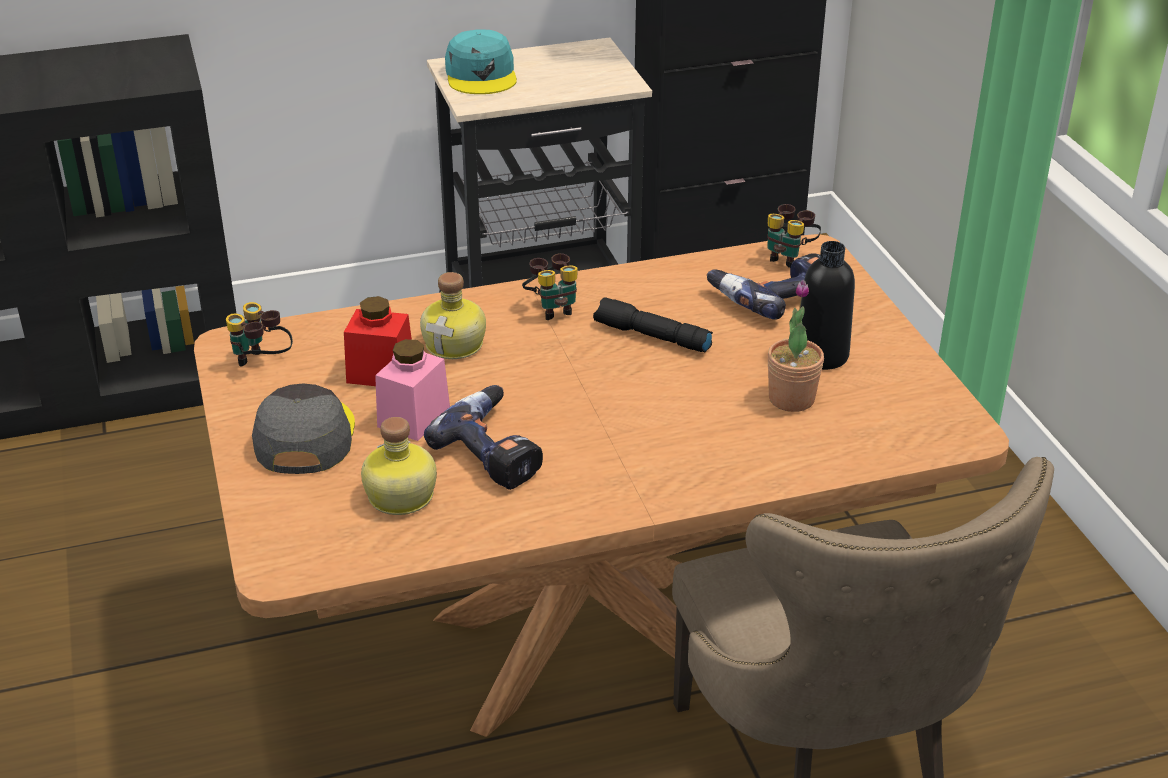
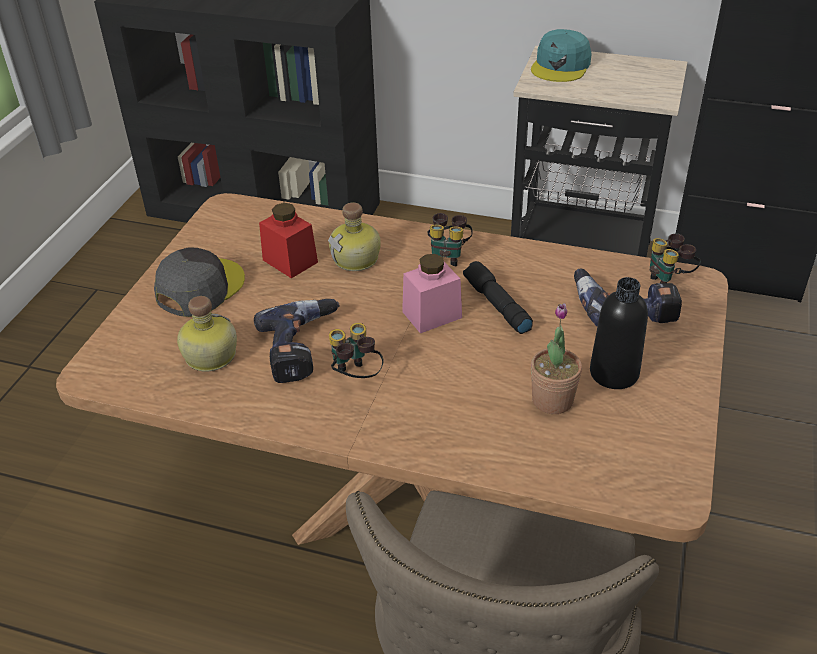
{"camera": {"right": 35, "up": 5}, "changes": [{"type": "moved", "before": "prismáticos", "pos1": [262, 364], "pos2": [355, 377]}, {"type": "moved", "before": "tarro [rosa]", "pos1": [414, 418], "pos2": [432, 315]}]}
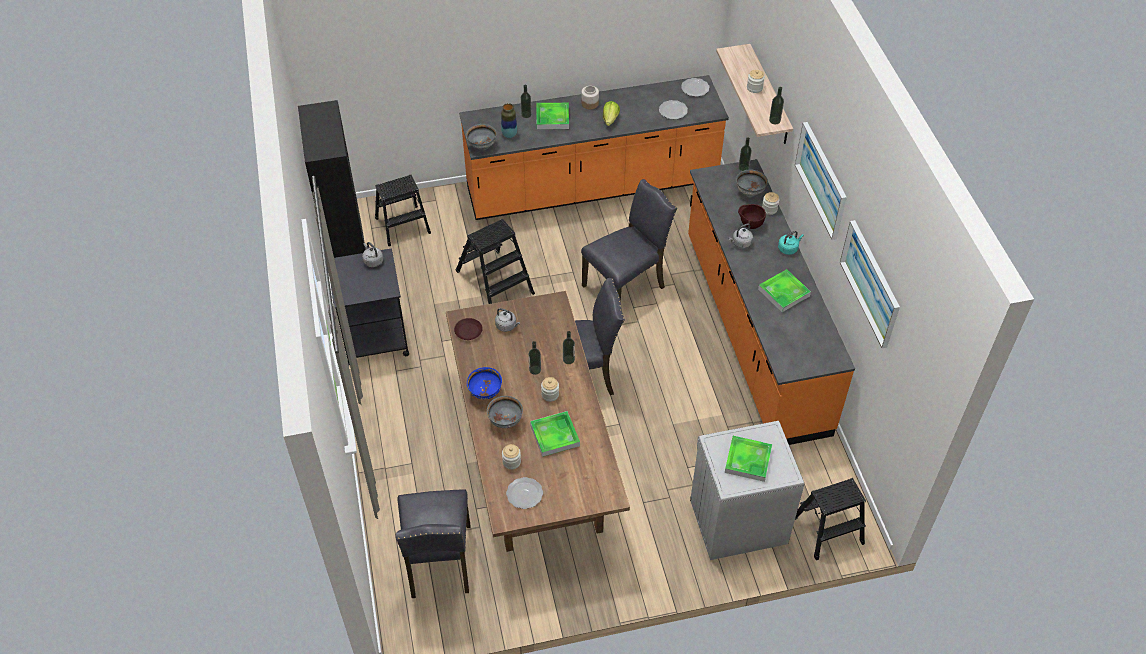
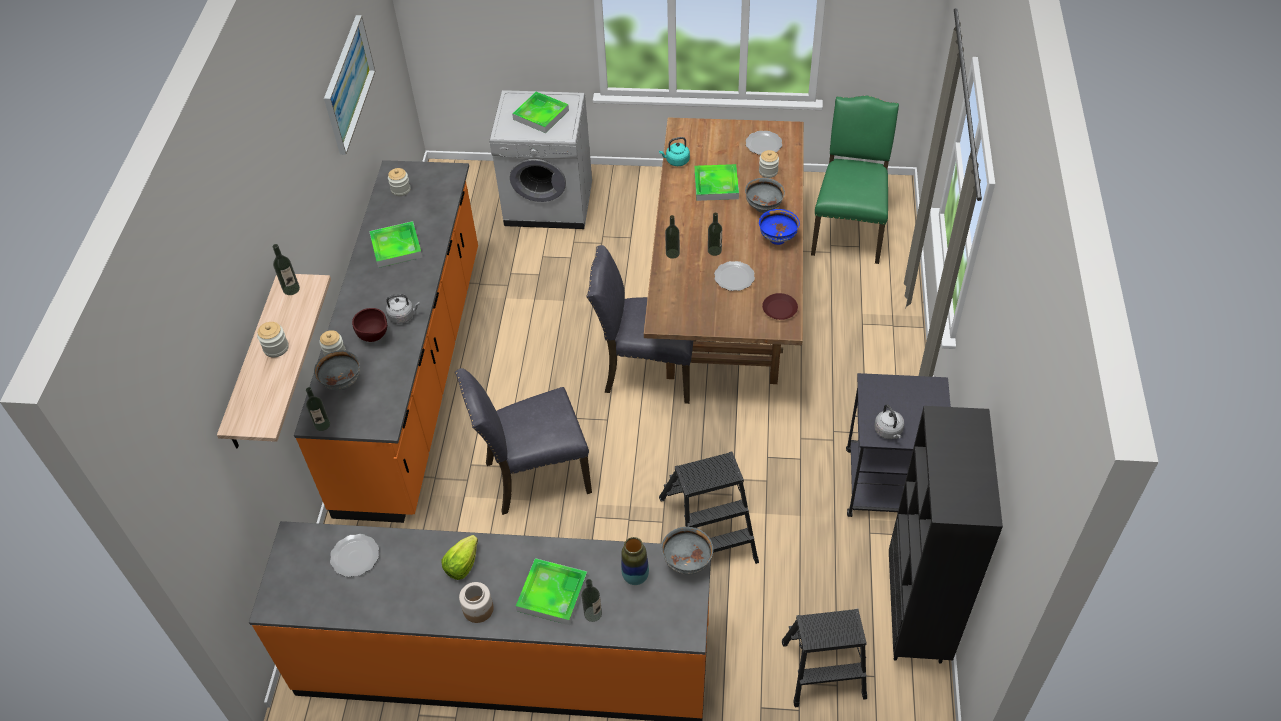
{"camera": {"right": -160, "up": 0}, "changes": [{"type": "moved", "before": "tarro", "pos1": [550, 394], "pos2": [401, 190]}, {"type": "moved", "before": "hervidor [turquesa]", "pos1": [788, 248], "pos2": [676, 161]}, {"type": "moved", "before": "plato", "pos1": [695, 88], "pos2": [733, 277]}, {"type": "recoloured", "before": "silla [gris]", "after": "silla [verde]", "pos1": [439, 563], "pos2": [849, 230]}, {"type": "removed", "before": "hervidor [gris]", "pos1": [507, 326]}, {"type": "removed", "before": "cuadro", "pos1": [821, 180]}, {"type": "removed", "before": "escalera de tijera [negro]", "pos1": [828, 529]}]}
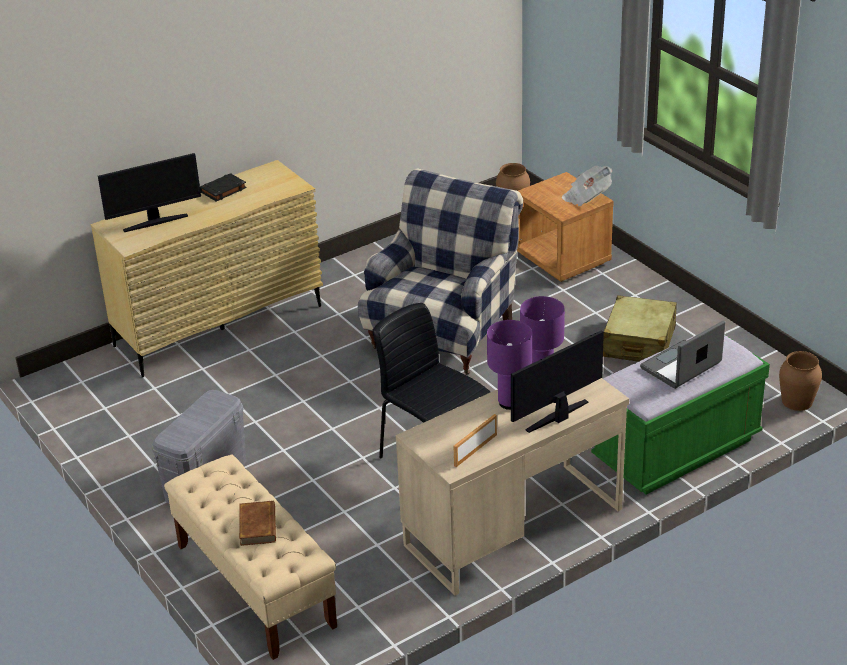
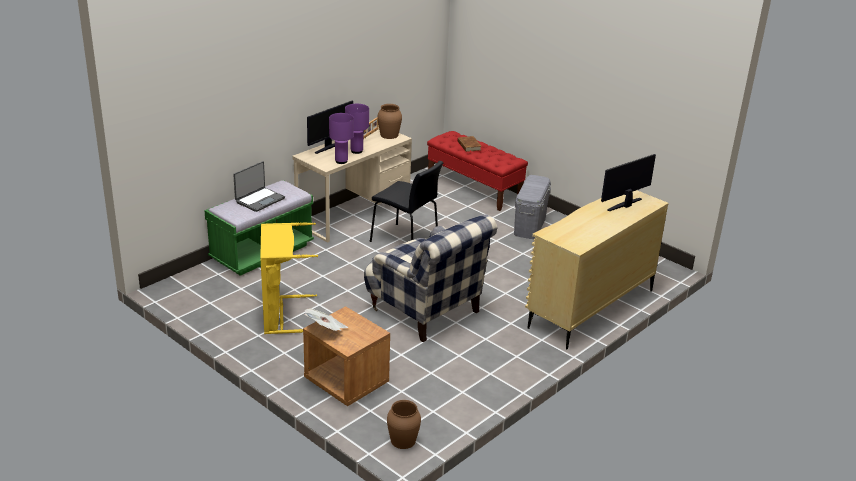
{"camera": {"right": 165, "up": -5}, "changes": [{"type": "replaced", "before": "maleta [beis]", "after": "cesto de la ropa [amarillo]", "pos1": [639, 342], "pos2": [282, 315]}, {"type": "turned", "before": "sillón", "pos1": [443, 336], "pos2": [426, 311], "turn": -60}, {"type": "moved", "before": "florero [marrón]", "pos1": [797, 401], "pos2": [389, 135]}, {"type": "recoloured", "before": "banco [beis]", "after": "banco [rojo]", "pos1": [254, 585], "pos2": [474, 188]}, {"type": "removed", "before": "libro [negro]", "pos1": [223, 190]}]}
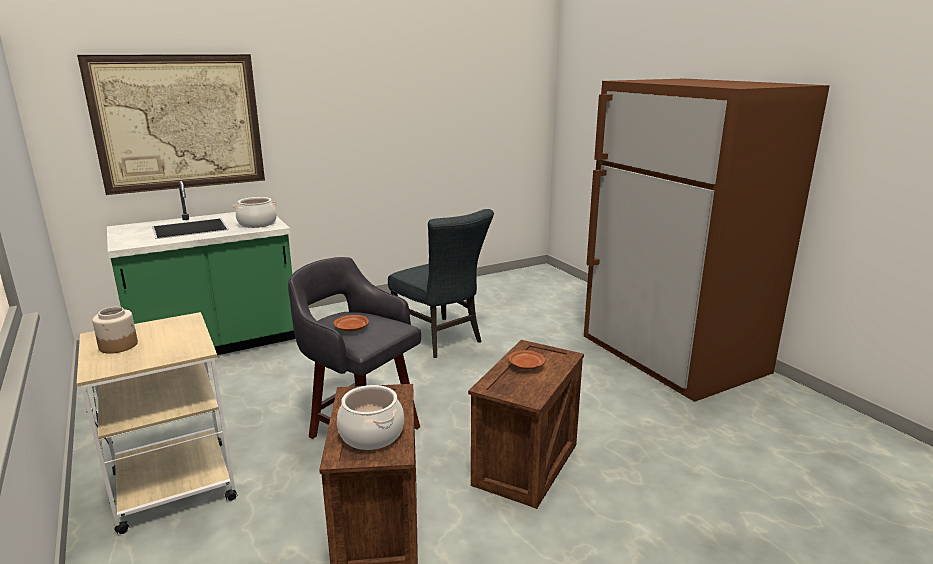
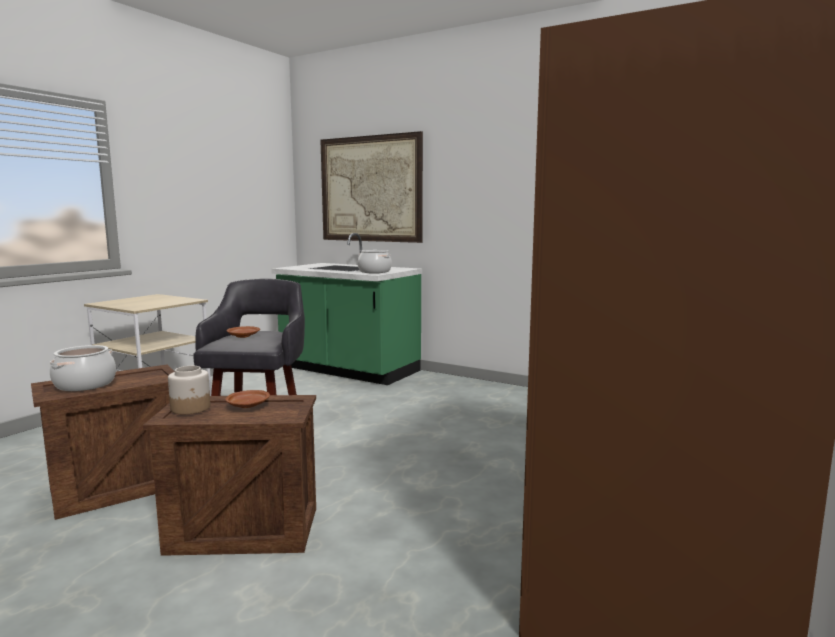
{"camera": {"right": 60, "up": -10}, "changes": [{"type": "moved", "before": "tarro", "pos1": [119, 345], "pos2": [191, 408]}, {"type": "removed", "before": "silla [gris]", "pos1": [441, 339]}]}
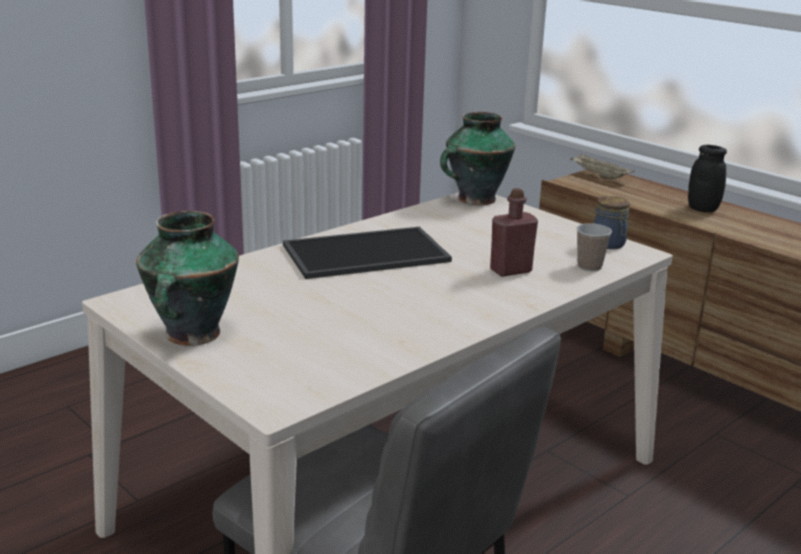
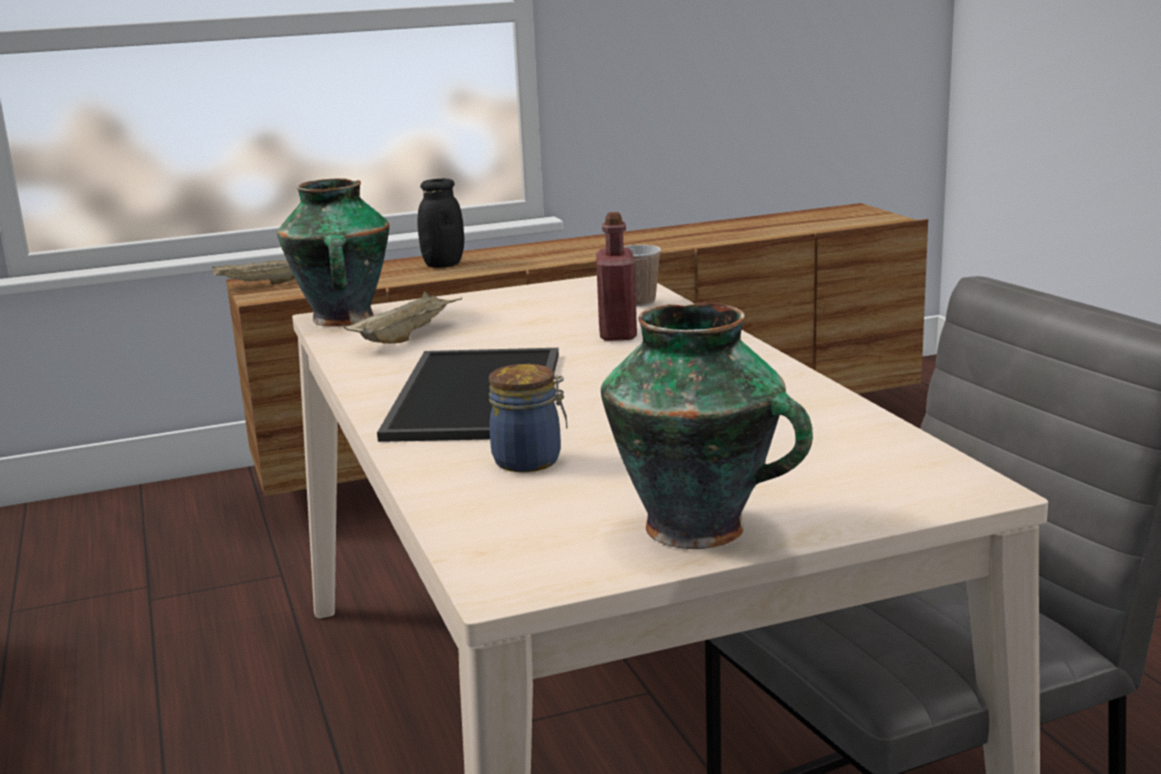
{"camera": {"right": -65, "up": -5}, "changes": [{"type": "added", "after": "bandeja [beis]", "pos2": [405, 337]}, {"type": "moved", "before": "tarro", "pos1": [609, 244], "pos2": [530, 461]}]}
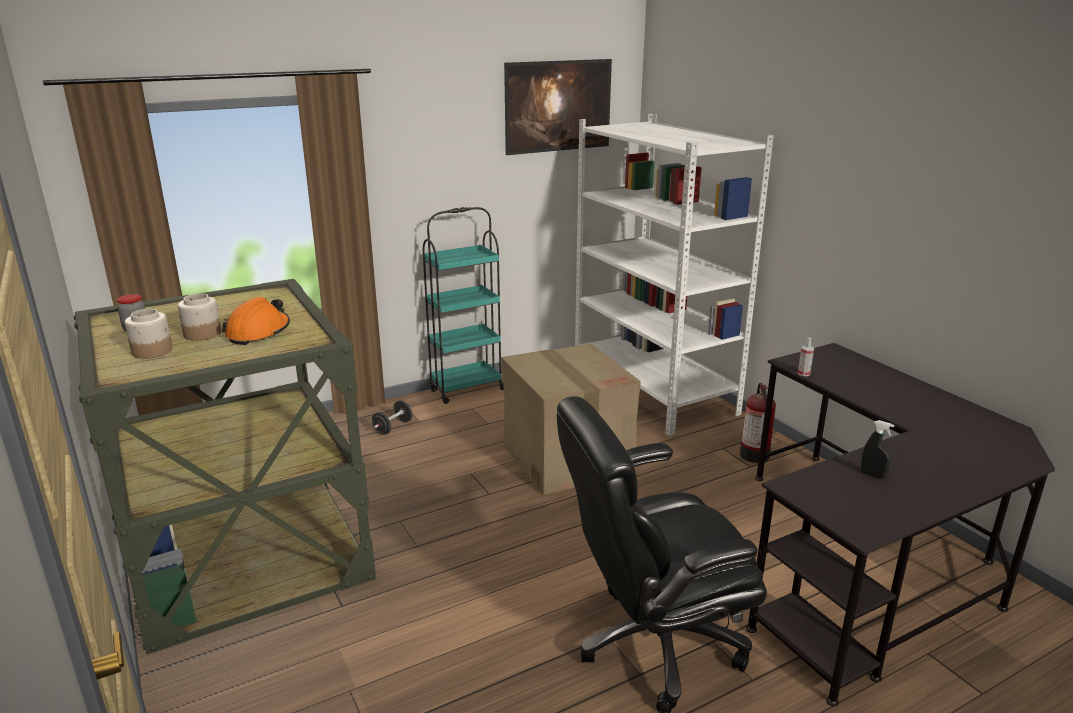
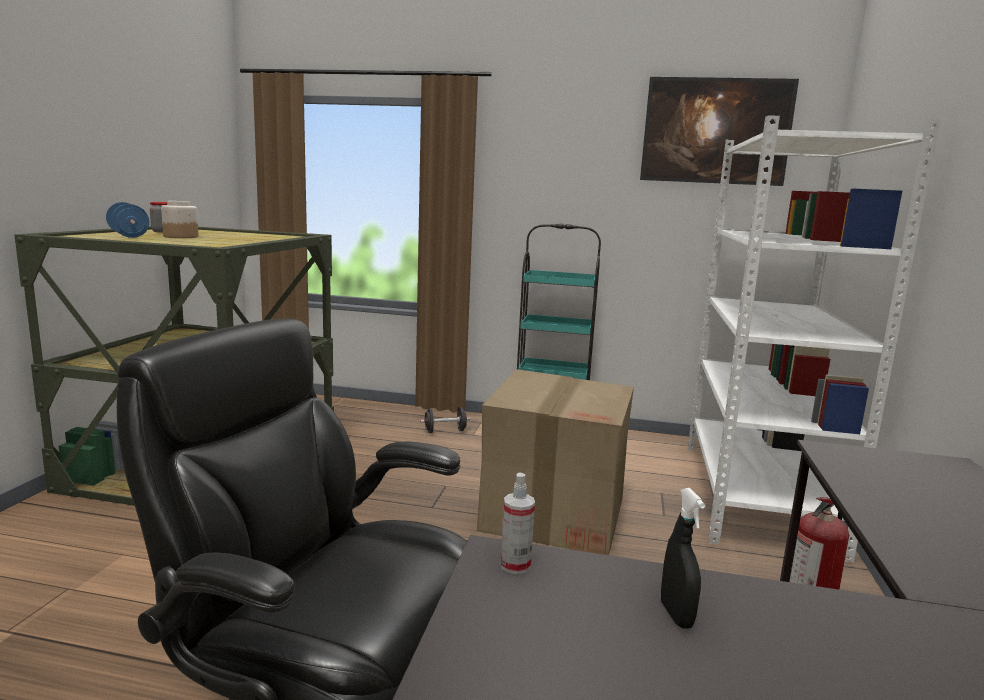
{"camera": {"right": 40, "up": -10}, "changes": [{"type": "replaced", "before": "tarro", "after": "mancuerna [azul]", "pos1": [153, 351], "pos2": [128, 235]}, {"type": "moved", "before": "pulverizador", "pos1": [803, 373], "pos2": [515, 565]}, {"type": "removed", "before": "casco [naranja]", "pos1": [258, 332]}]}
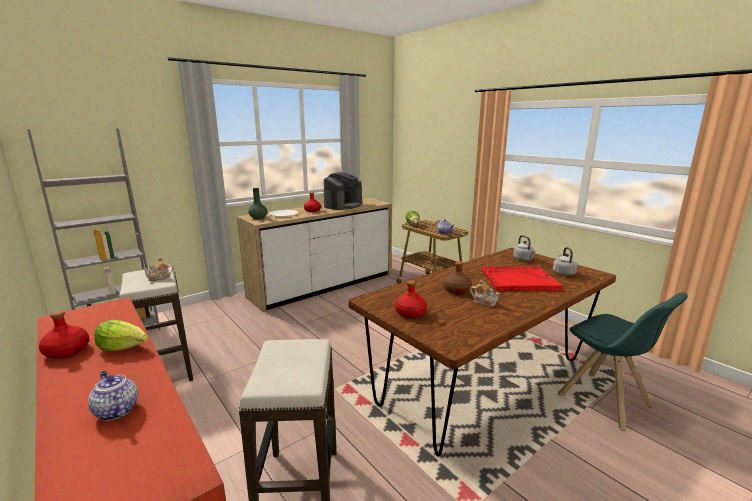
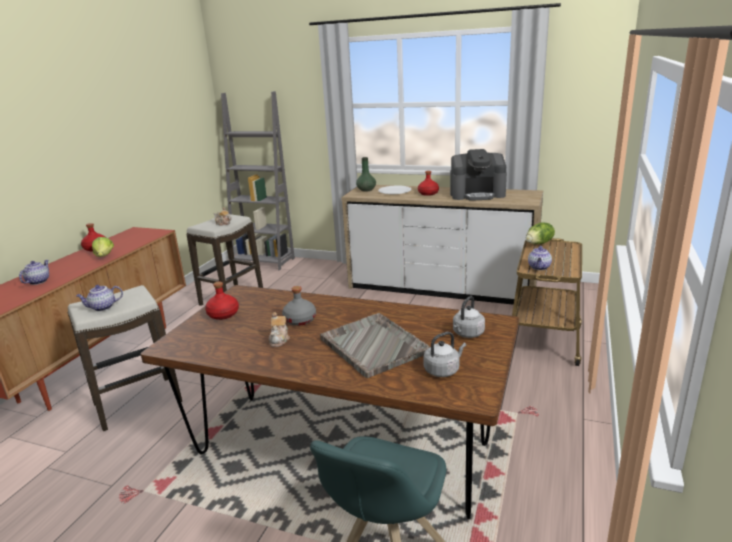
{"camera": {"right": 60, "up": 5}, "changes": [{"type": "added", "after": "tetera", "pos2": [102, 307]}, {"type": "recoloured", "before": "botella [marrón]", "after": "botella [gris]", "pos1": [457, 290], "pos2": [300, 320]}, {"type": "recoloured", "before": "bandeja [rojo]", "after": "bandeja [gris]", "pos1": [518, 280], "pos2": [373, 345]}]}
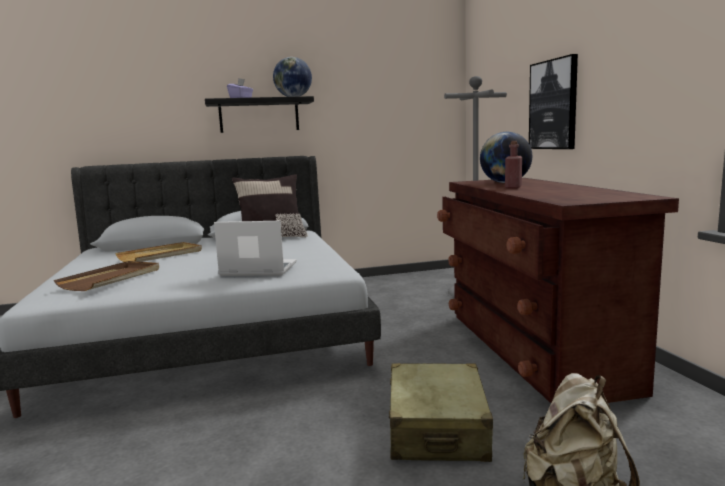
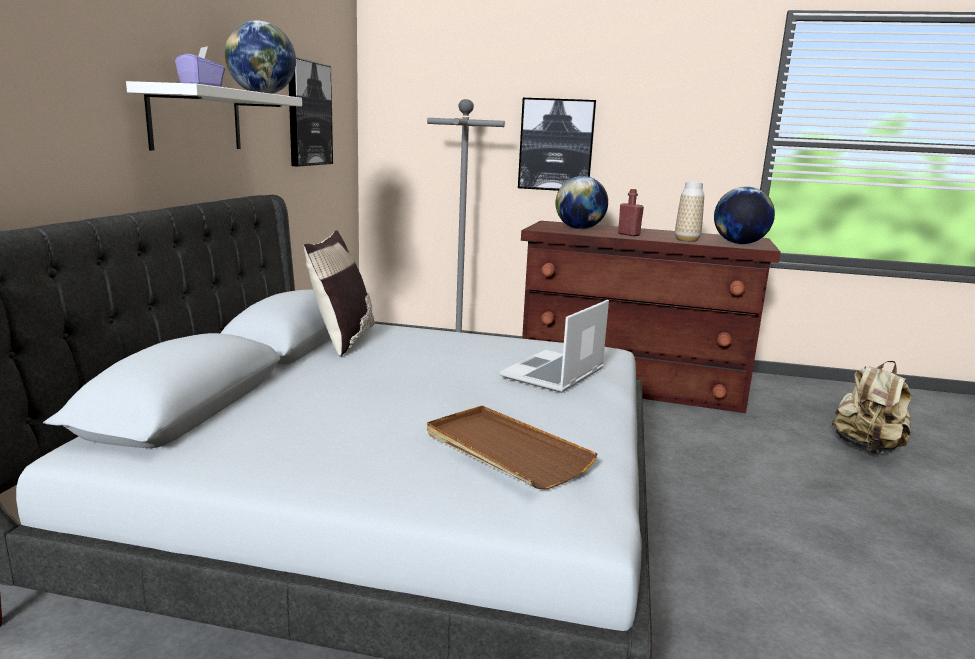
{"camera": {"right": -65, "up": 5}, "changes": [{"type": "recoloured", "before": "estante [negro]", "after": "estante [blanco]", "pos1": [259, 115], "pos2": [196, 119]}, {"type": "added", "after": "cuadro", "pos2": [308, 114]}, {"type": "added", "after": "florero", "pos2": [686, 240]}, {"type": "added", "after": "globo terráqueo", "pos2": [739, 243]}, {"type": "removed", "before": "bandeja [beis]", "pos1": [161, 255]}, {"type": "removed", "before": "maleta [beis]", "pos1": [437, 429]}]}
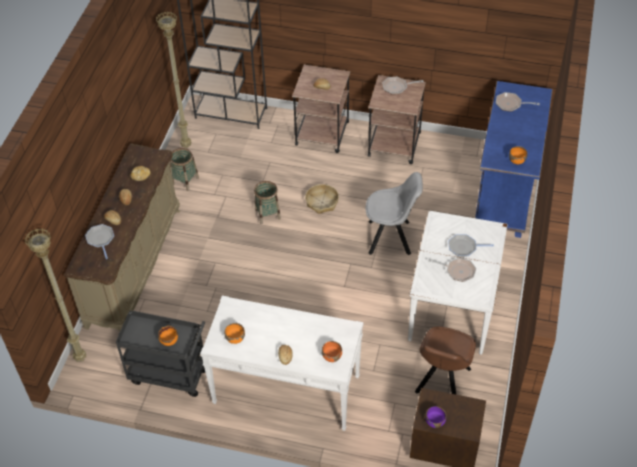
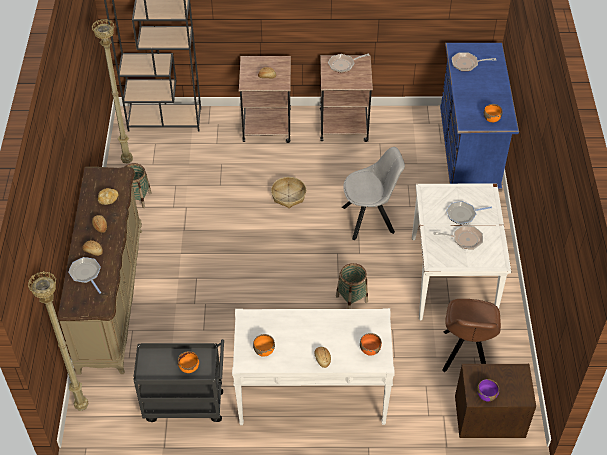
{"camera": {"right": -15, "up": 0}, "changes": [{"type": "moved", "before": "cesta", "pos1": [267, 214], "pos2": [351, 298]}]}
